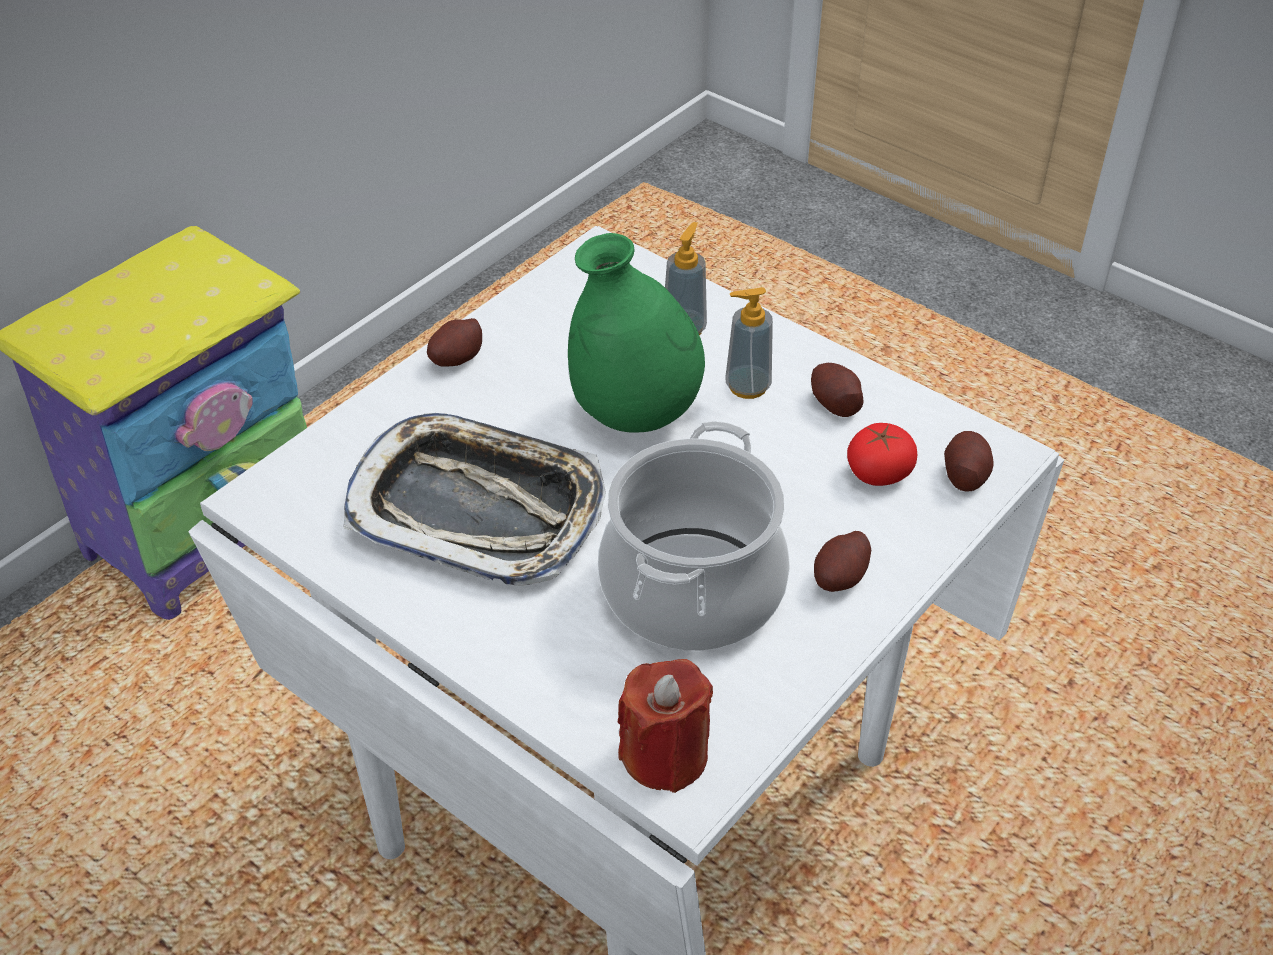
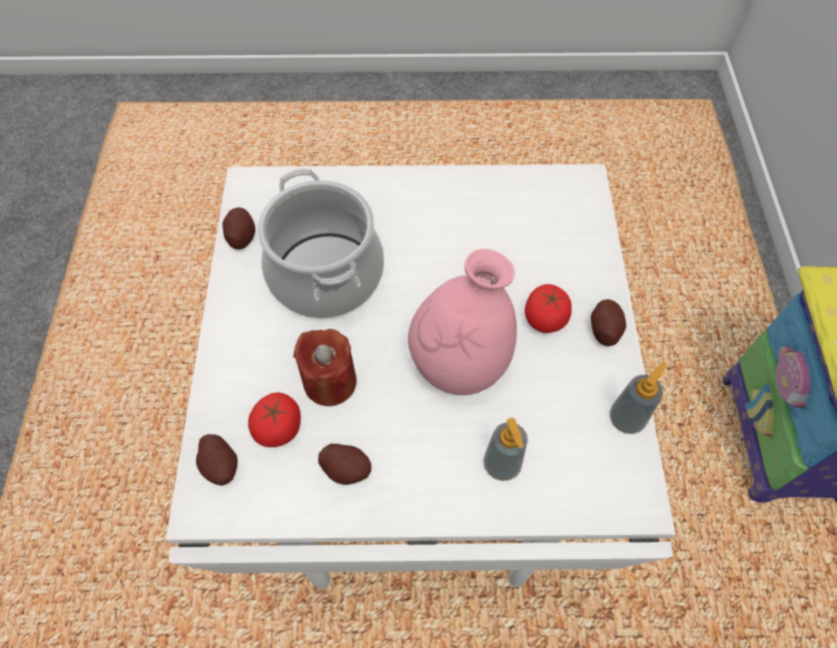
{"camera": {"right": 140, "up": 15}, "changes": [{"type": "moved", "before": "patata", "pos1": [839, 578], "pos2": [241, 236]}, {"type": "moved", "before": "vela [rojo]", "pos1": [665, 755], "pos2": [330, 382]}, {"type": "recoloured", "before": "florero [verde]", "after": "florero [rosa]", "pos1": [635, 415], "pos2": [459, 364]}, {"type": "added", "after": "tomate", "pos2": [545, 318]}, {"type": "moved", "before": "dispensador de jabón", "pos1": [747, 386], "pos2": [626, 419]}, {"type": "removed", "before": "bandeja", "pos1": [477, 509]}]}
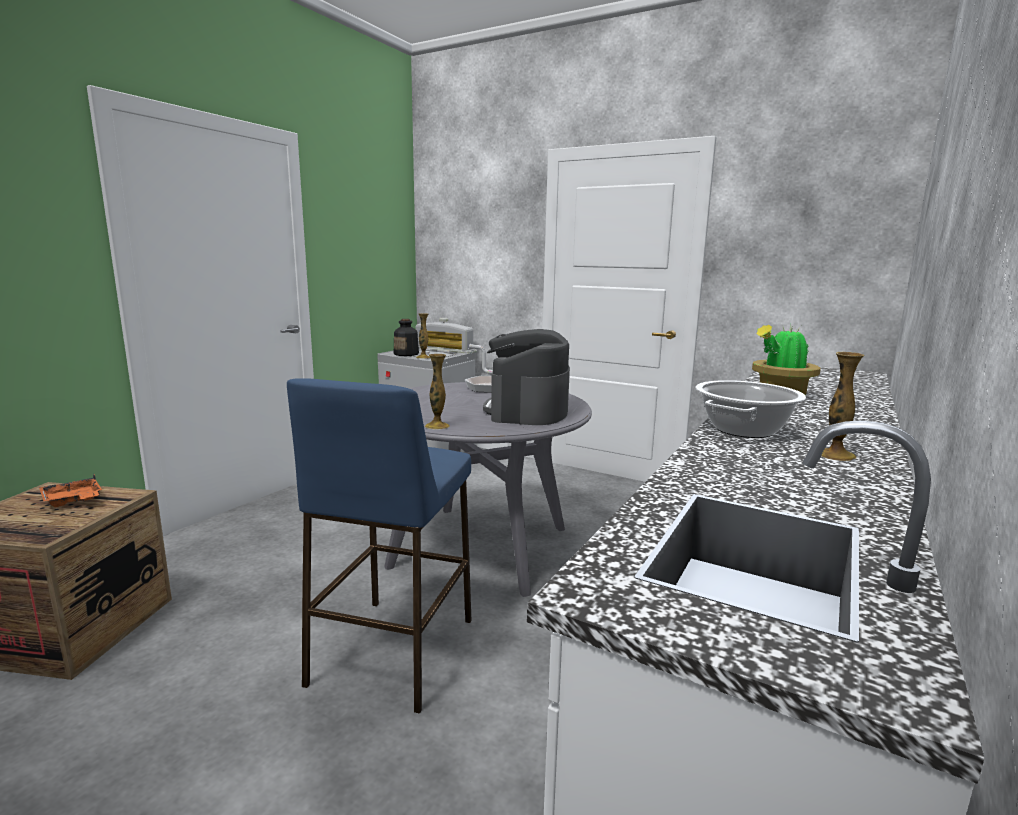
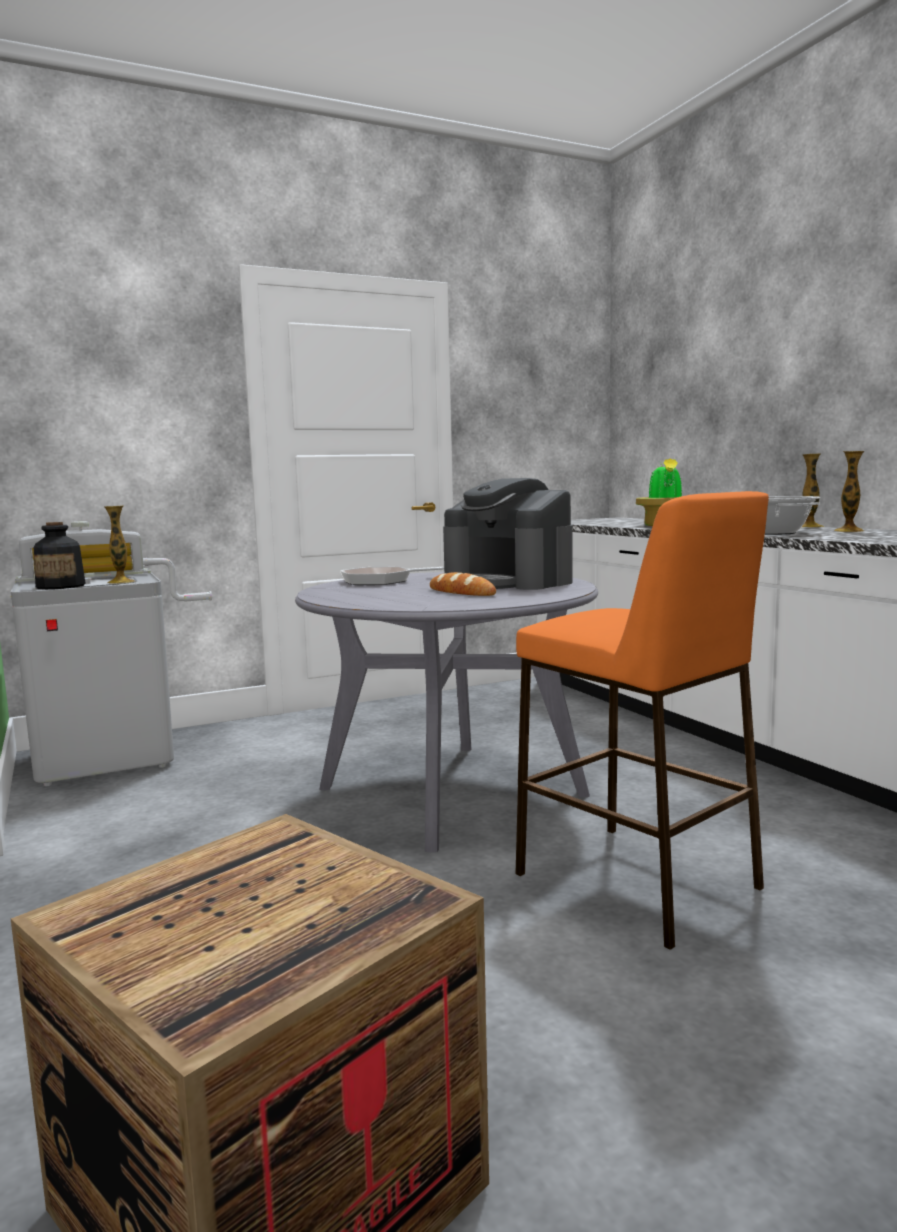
{"camera": {"right": -55, "up": -5}, "changes": [{"type": "added", "after": "pan", "pos2": [461, 592]}, {"type": "recoloured", "before": "taburete [azul]", "after": "taburete [naranja]", "pos1": [393, 651], "pos2": [638, 881]}, {"type": "moved", "before": "florero", "pos1": [437, 426], "pos2": [810, 527]}, {"type": "removed", "before": "bandeja [naranja]", "pos1": [73, 500]}]}
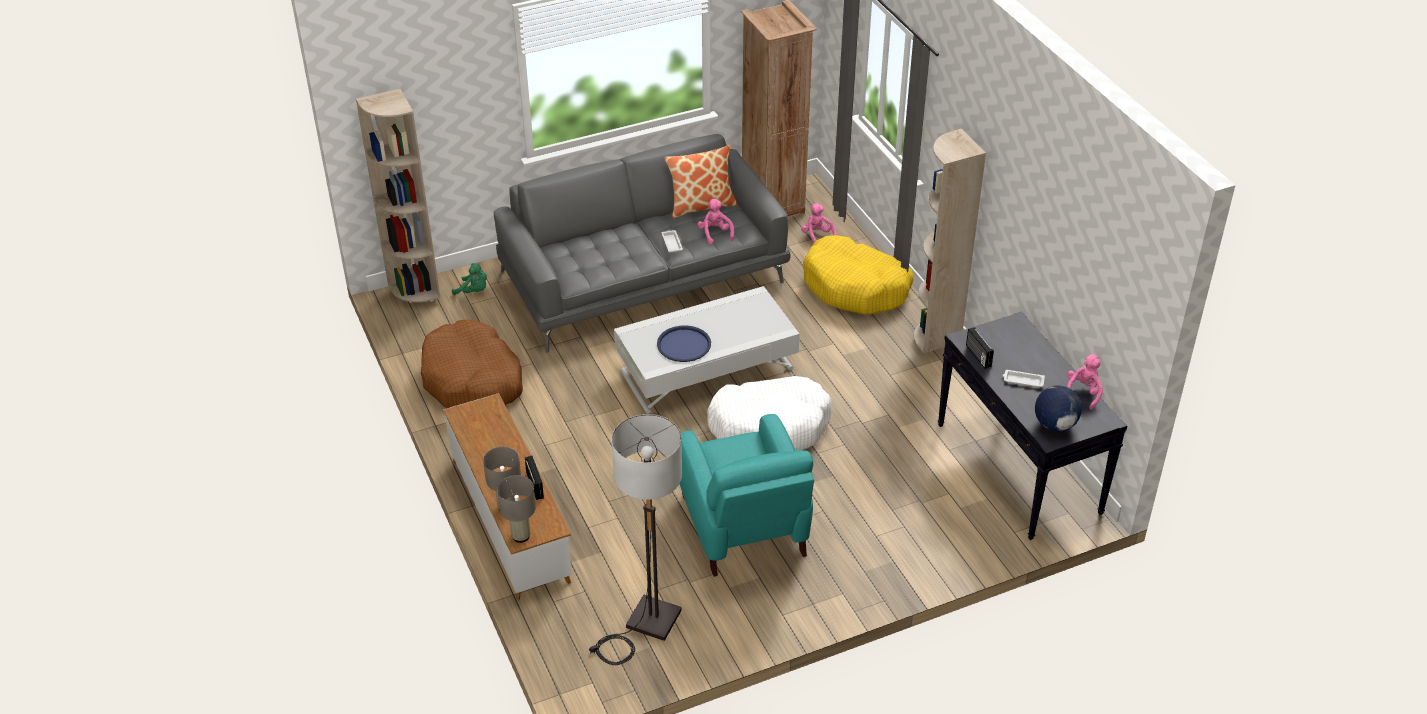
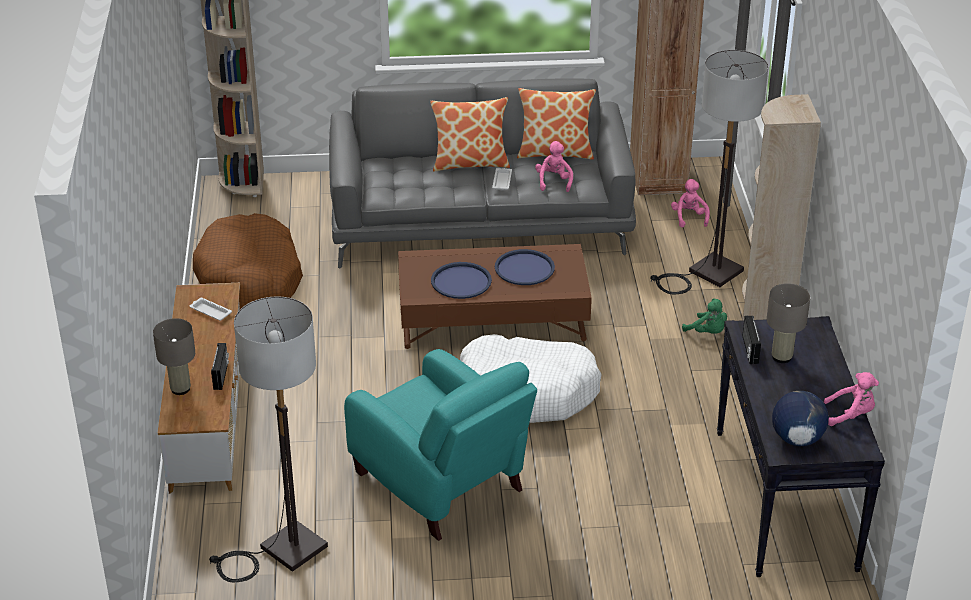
{"camera": {"right": 20, "up": -5}, "changes": [{"type": "moved", "before": "bandeja [blanco]", "pos1": [1022, 380], "pos2": [210, 311]}, {"type": "turned", "before": "sillón [turquesa]", "pos1": [744, 529], "pos2": [442, 484], "turn": -45}, {"type": "recoloured", "before": "mesa de centro [blanco]", "after": "mesa de centro [marrón]", "pos1": [707, 370], "pos2": [494, 322]}, {"type": "added", "after": "cojín", "pos2": [470, 163]}, {"type": "added", "after": "bandeja [azul]", "pos2": [524, 268]}, {"type": "replaced", "before": "cama para perro [amarillo]", "after": "lámpara de pie", "pos1": [856, 287], "pos2": [703, 276]}, {"type": "moved", "before": "peluche [verde]", "pos1": [473, 291], "pos2": [707, 332]}, {"type": "moved", "before": "lámpara de mesa [gris]", "pos1": [520, 536], "pos2": [781, 357]}, {"type": "turned", "before": "peluche [rosa]", "pos1": [1083, 393], "pos2": [851, 415], "turn": 45}]}
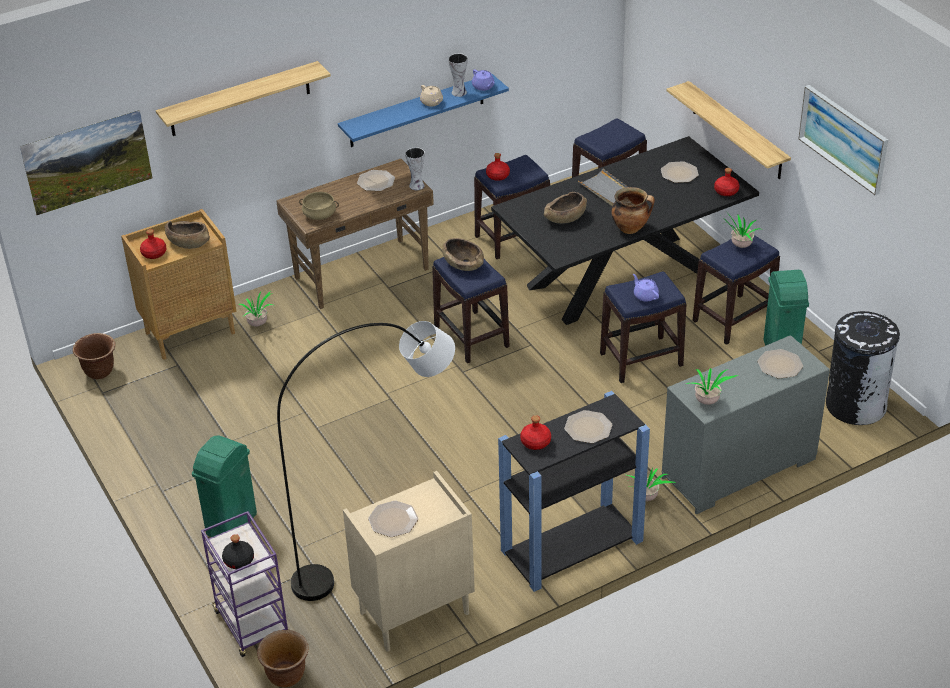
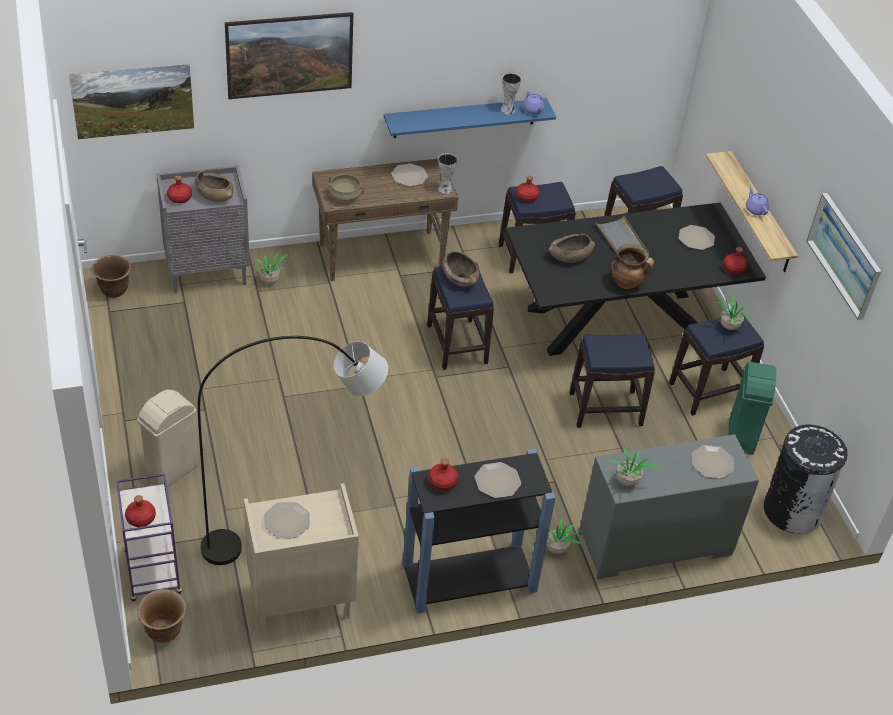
{"camera": {"right": 10, "up": 5}, "changes": [{"type": "recoloured", "before": "botella [negro]", "after": "botella [rojo]", "pos1": [239, 560], "pos2": [141, 518]}, {"type": "recoloured", "before": "papelera [verde]", "after": "papelera [beis]", "pos1": [231, 525], "pos2": [171, 470]}, {"type": "recoloured", "before": "armario [marrón]", "after": "armario [gris]", "pos1": [191, 332], "pos2": [208, 274]}, {"type": "replaced", "before": "estante", "after": "cuadro", "pos1": [240, 99], "pos2": [289, 73]}, {"type": "moved", "before": "tetera [morado]", "pos1": [645, 295], "pos2": [755, 209]}, {"type": "removed", "before": "tetera [beis]", "pos1": [432, 102]}]}
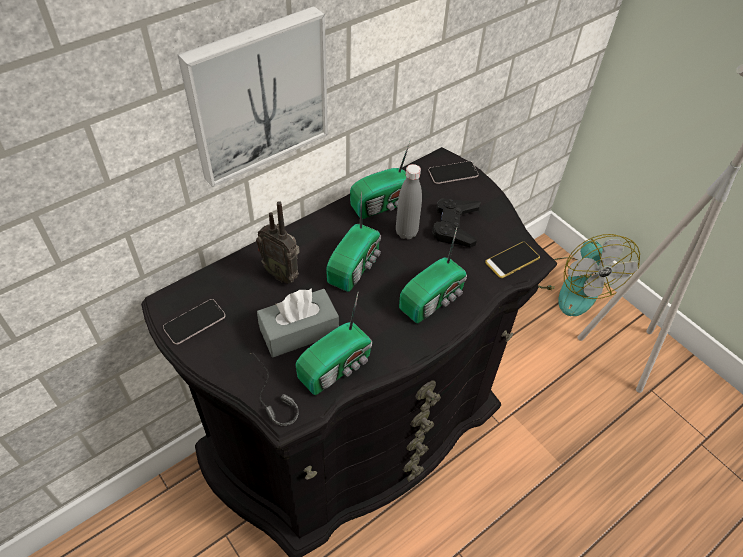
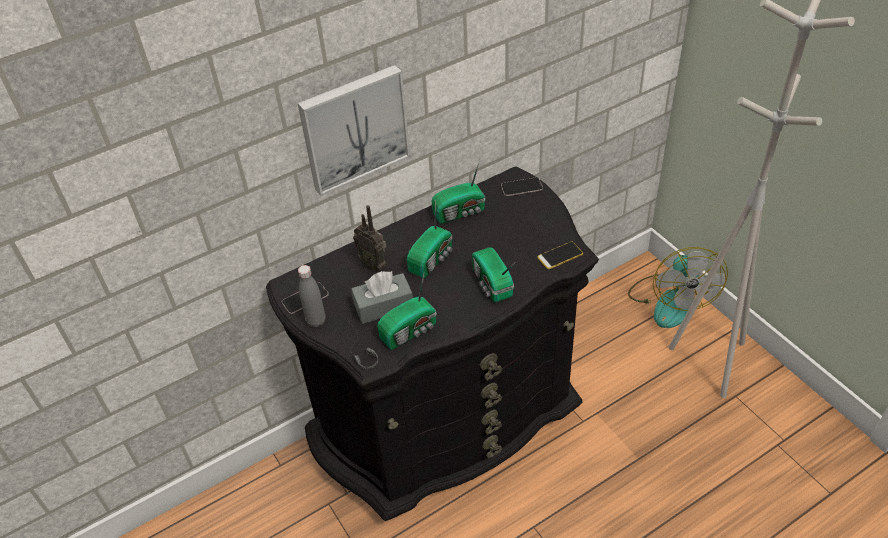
{"camera": {"right": 10, "up": -5}, "changes": [{"type": "moved", "before": "botella [gris]", "pos1": [406, 232], "pos2": [316, 321]}, {"type": "turned", "before": "radio", "pos1": [434, 299], "pos2": [491, 284], "turn": 105}, {"type": "removed", "before": "mando de consola [negro]", "pos1": [455, 225]}]}
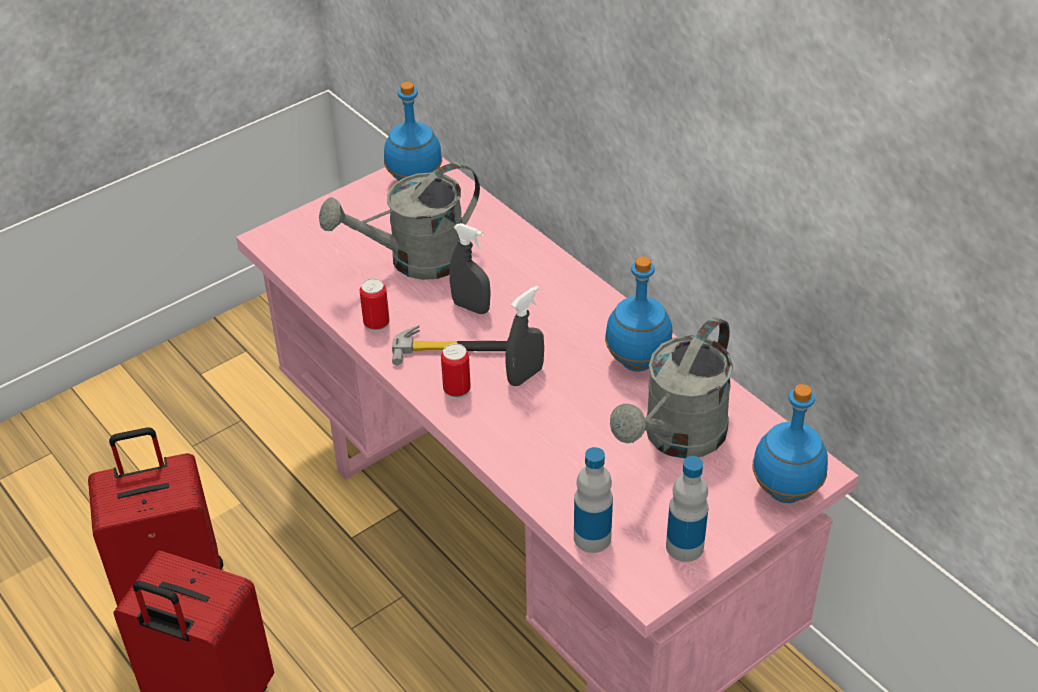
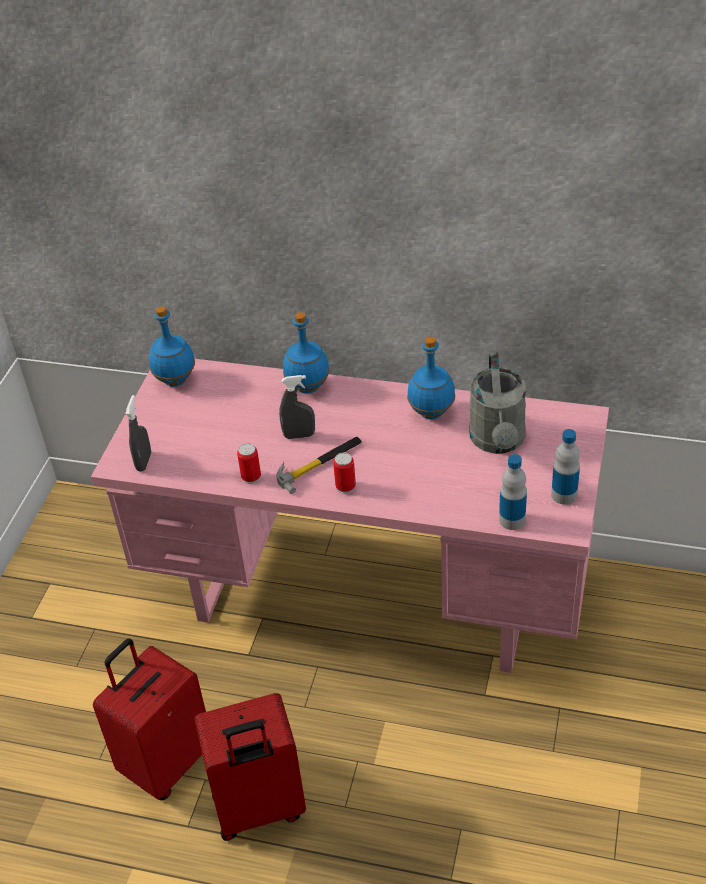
{"camera": {"right": -35, "up": 0}, "changes": [{"type": "moved", "before": "pulverizador [gris]", "pos1": [525, 376], "pos2": [144, 462]}, {"type": "moved", "before": "botella [azul]", "pos1": [786, 492], "pos2": [308, 387]}, {"type": "removed", "before": "regadera [gris]", "pos1": [415, 261]}]}
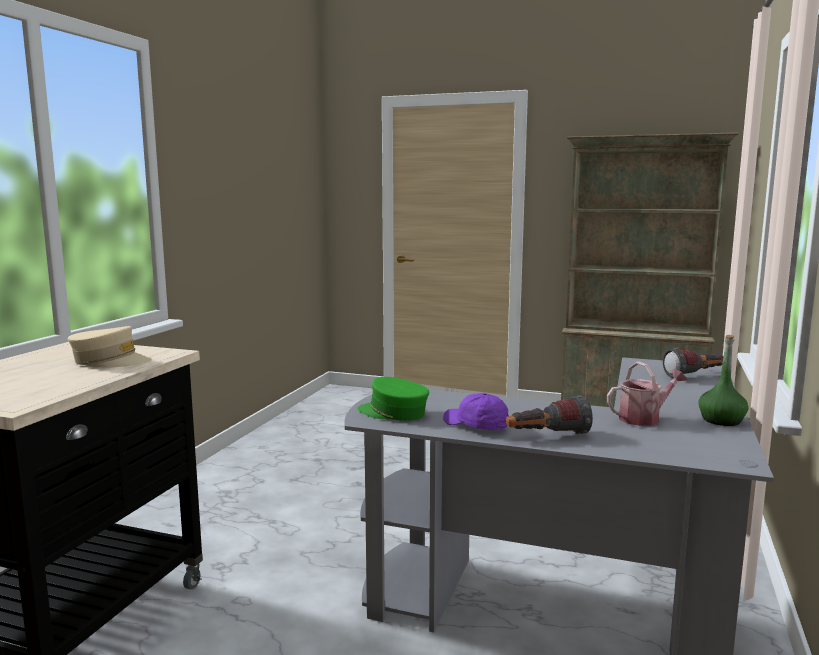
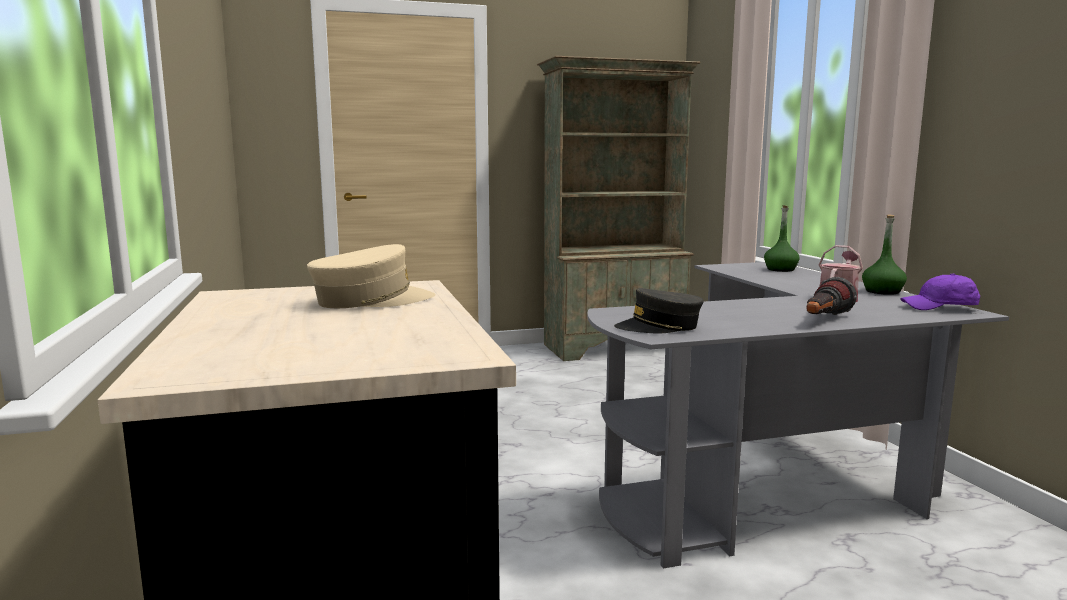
{"camera": {"right": -35, "up": 0}, "changes": [{"type": "recoloured", "before": "gorra [verde]", "after": "gorra [gris]", "pos1": [393, 413], "pos2": [659, 327]}, {"type": "replaced", "before": "linterna", "after": "botella [verde]", "pos1": [695, 376], "pos2": [780, 269]}, {"type": "moved", "before": "gorra [morado]", "pos1": [476, 426], "pos2": [940, 307]}]}
